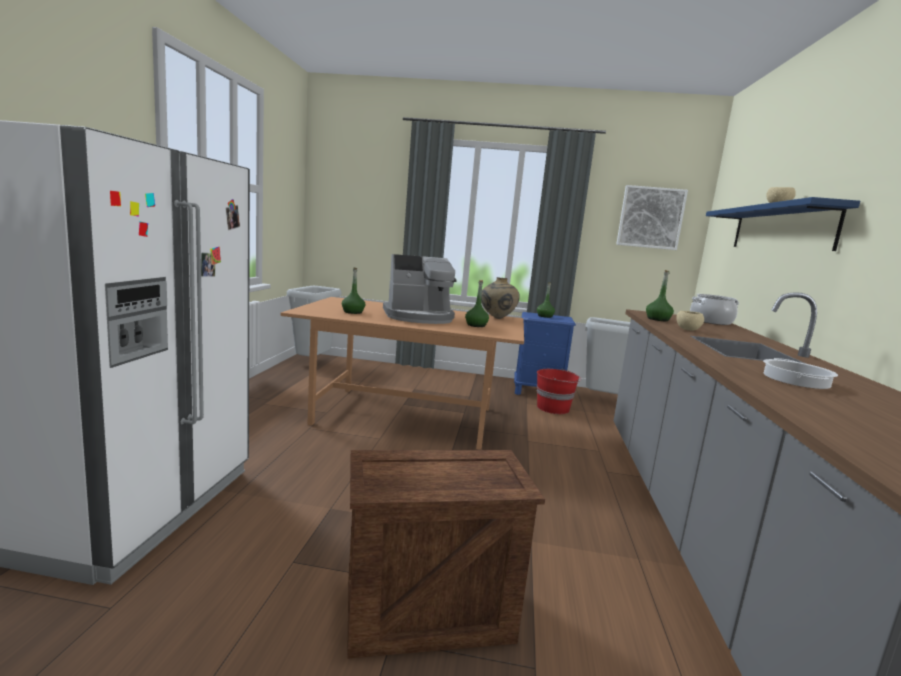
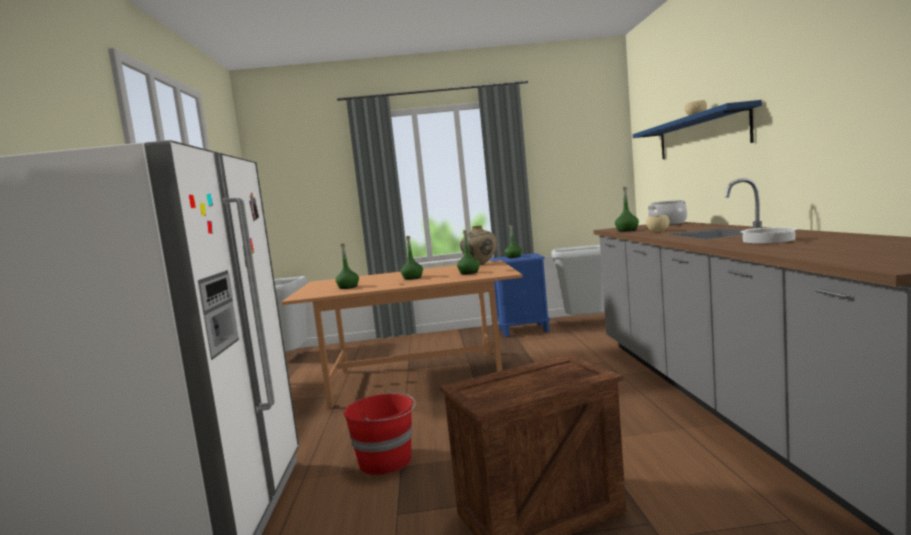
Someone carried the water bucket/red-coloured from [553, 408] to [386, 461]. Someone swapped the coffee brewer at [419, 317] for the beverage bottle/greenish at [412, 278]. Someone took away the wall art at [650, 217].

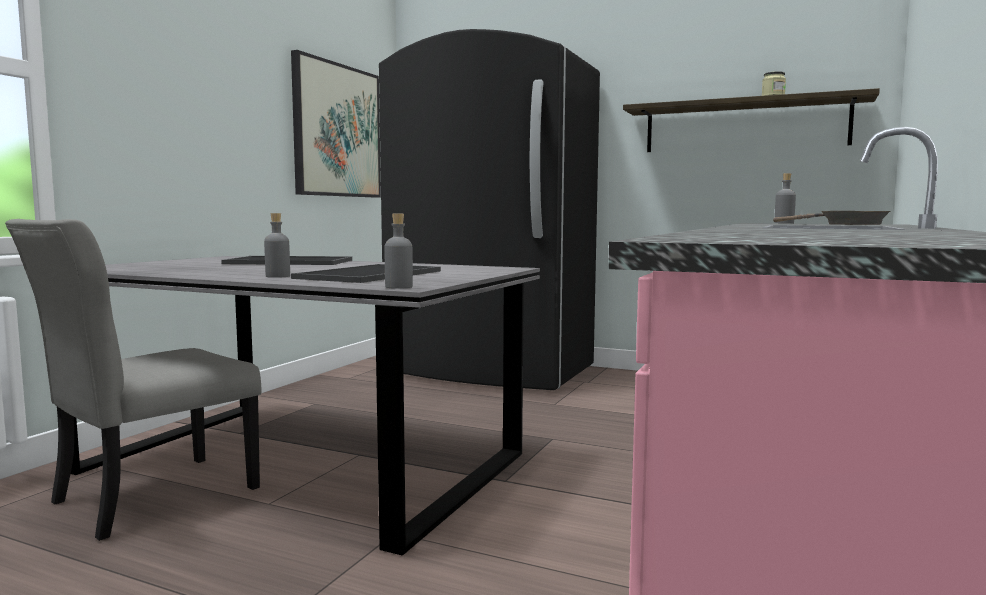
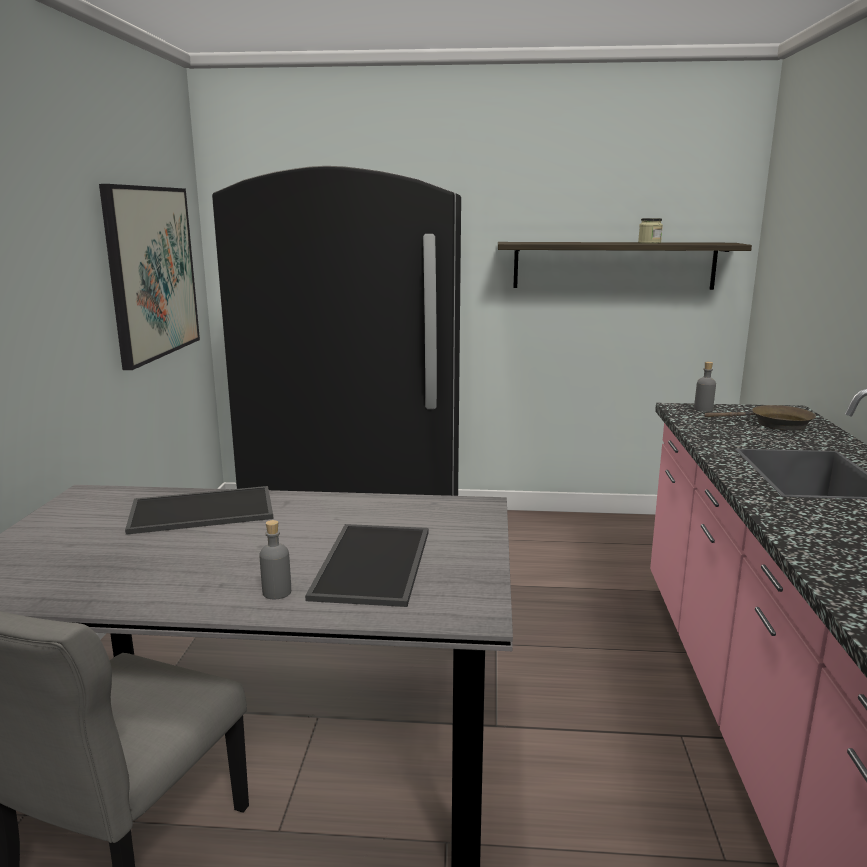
Someone took away the beverage bottle/gray at [399, 287].

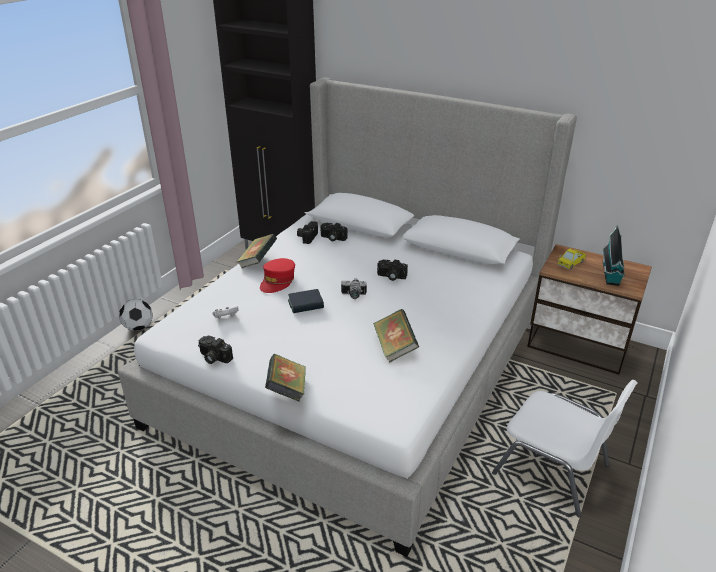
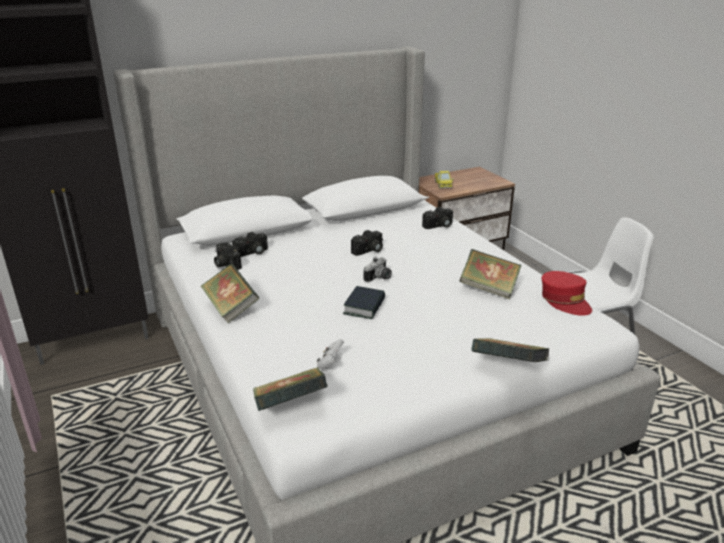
Someone put down the bound book at [290, 406]. Someone carried the photo camera from [213, 357] to [439, 226]. Someone carried the peaked cap/red-coloured from [277, 281] to [565, 301]. Someone took away the football ball at [138, 327]. Someone took away the miniature house at [610, 274].

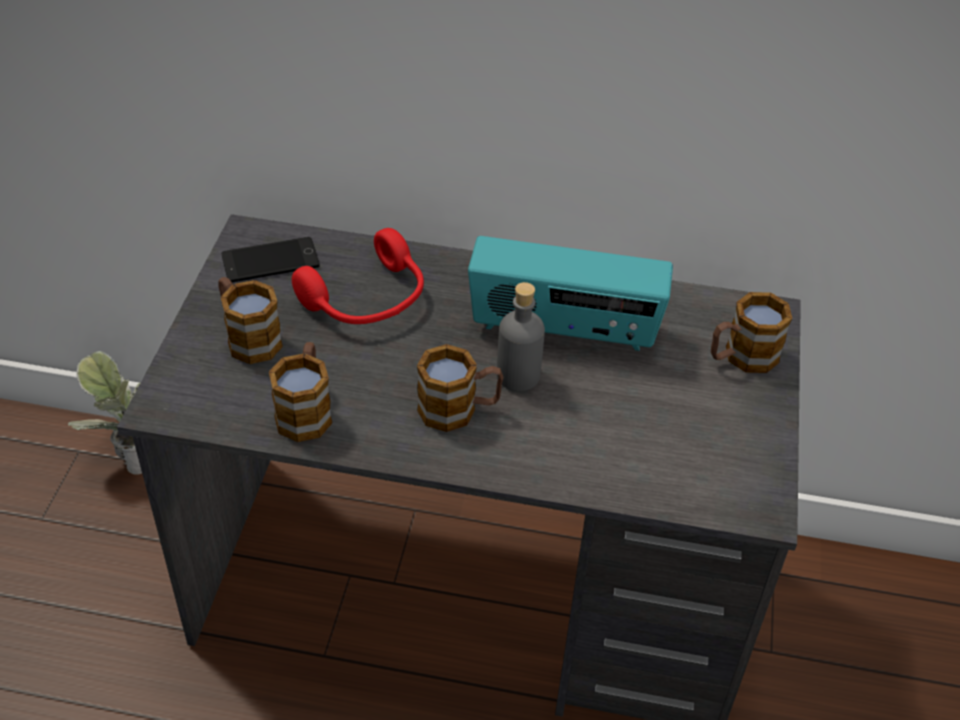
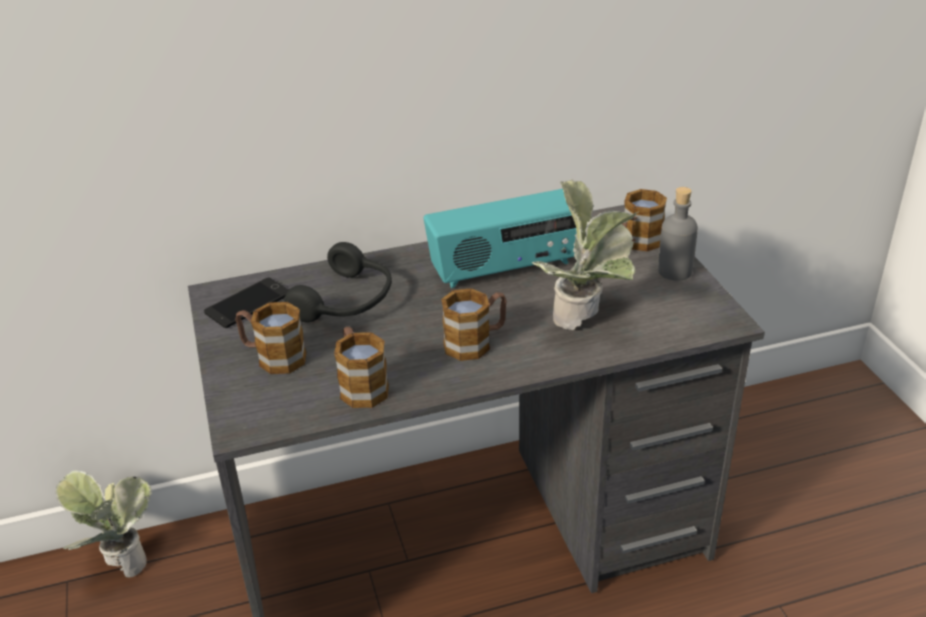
Someone repainted the pair of headphones/red-coloured at [368, 300], which became the pair of headphones/black at [348, 301]. Someone put down the potted plant at [585, 323]. Someone carried the beverage bottle/gray from [518, 375] to [674, 271].

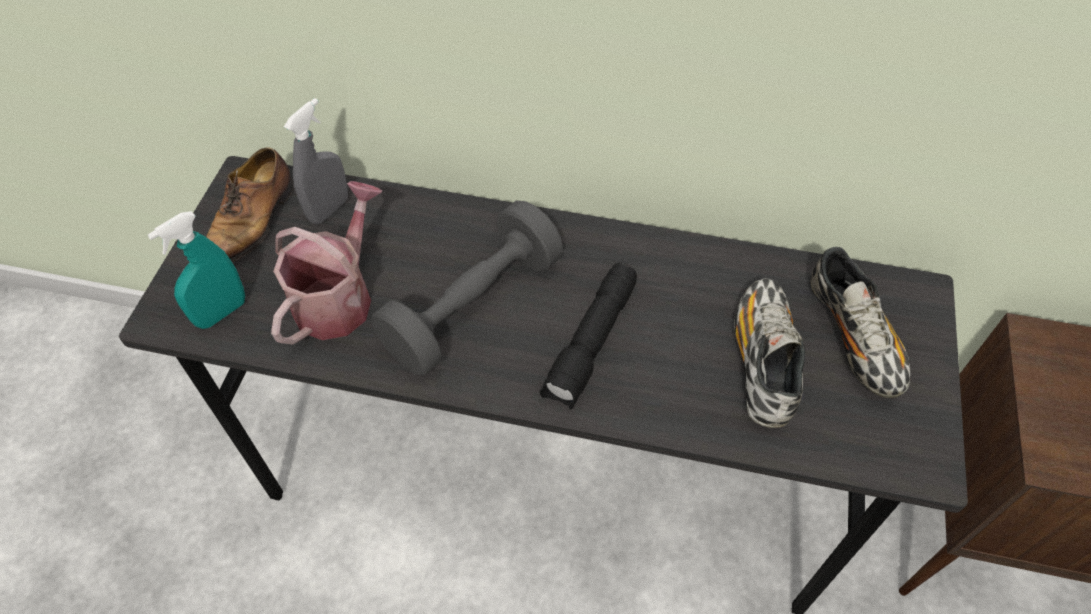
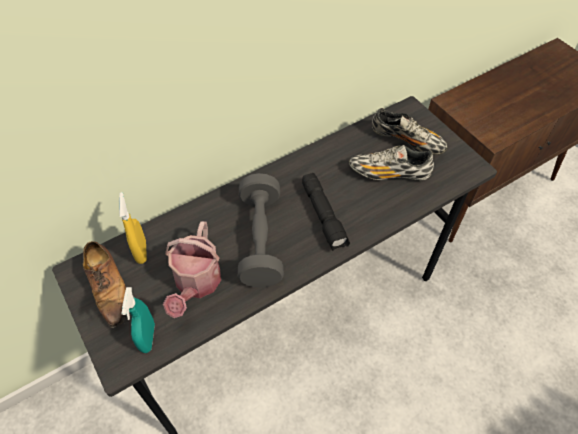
Someone repainted the hand sprayer/gray at [329, 209], which became the hand sprayer/yellow-coloured at [141, 251]. Someone rotated the sprinkling can at [338, 297] by 150 degrees counterclockwise. Someone rotated the shoe at [763, 361] by 45 degrees counterclockwise.

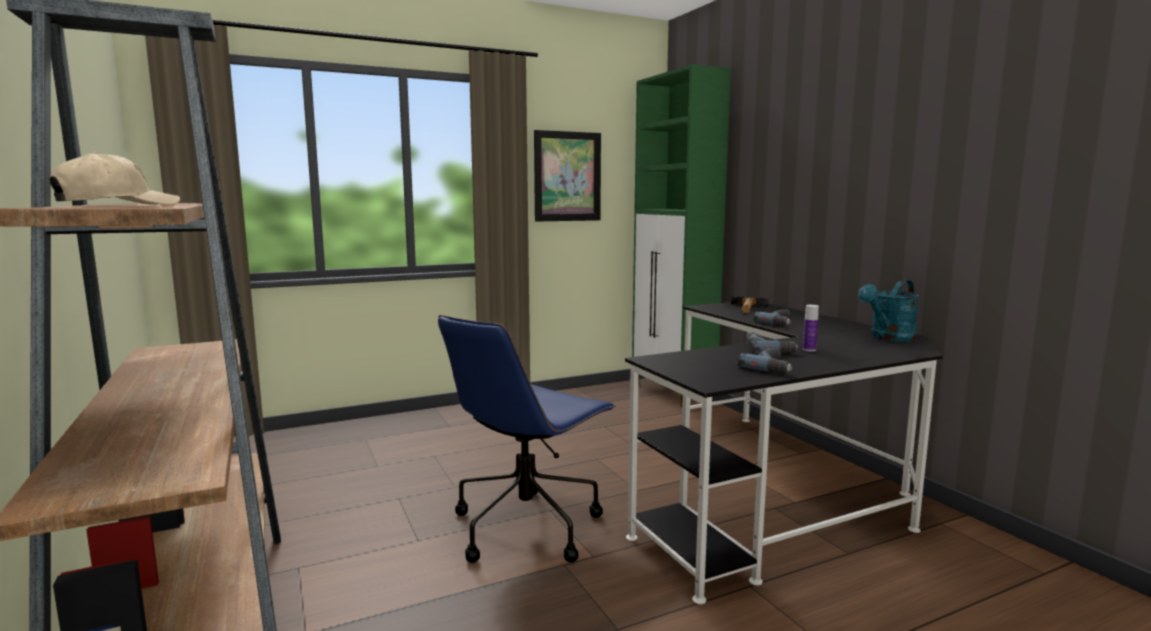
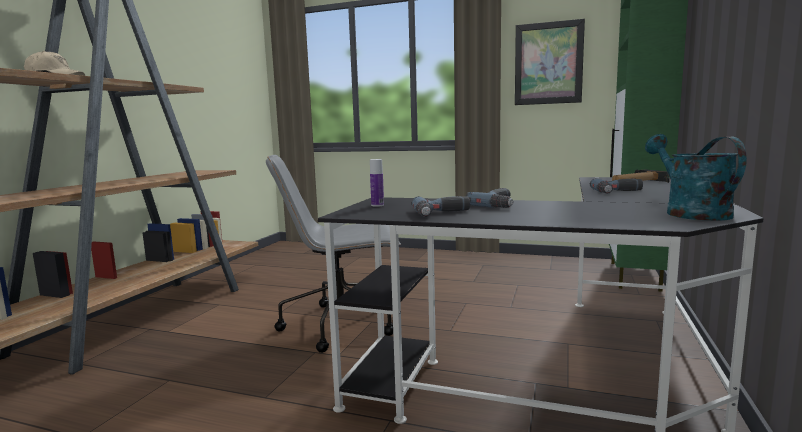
Someone repainted the office chair/blue at [527, 525], which became the office chair/gray at [341, 324]. Someone carried the beverage bottle from [809, 350] to [377, 205]. Someone rotated the sprinkling can/turquoise at [888, 338] by 75 degrees clockwise.

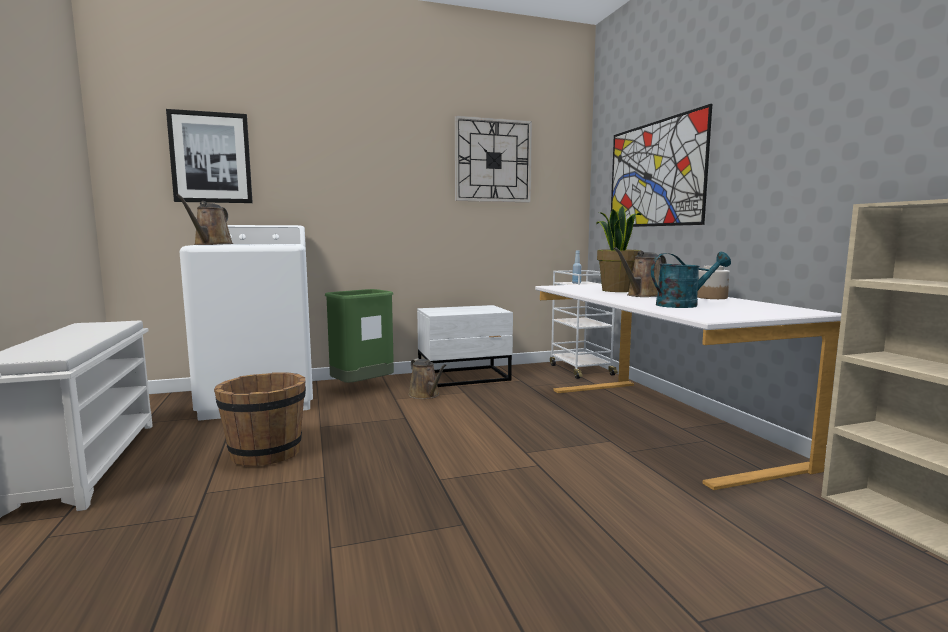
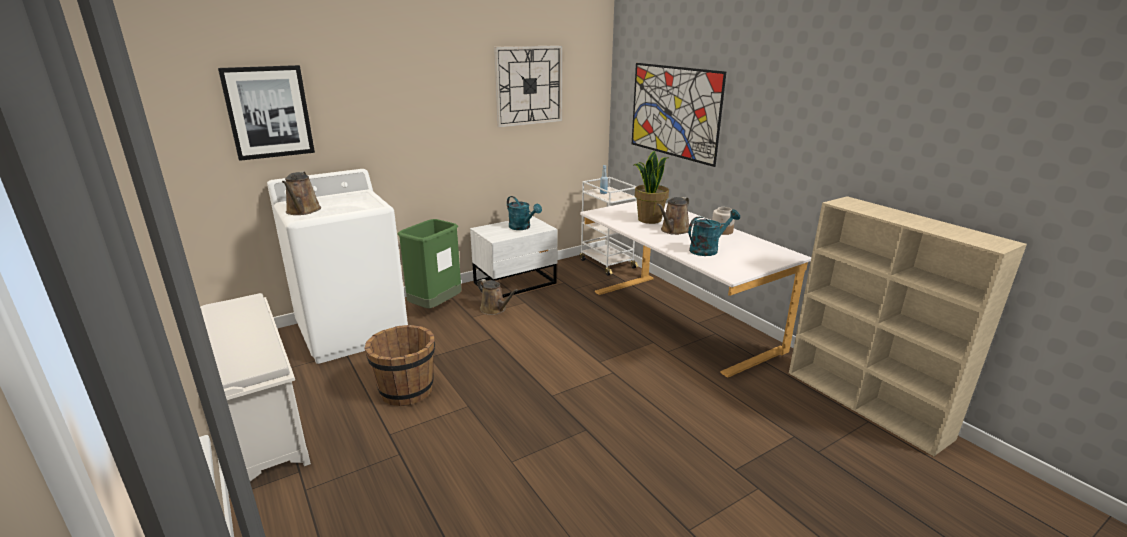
Someone put down the sprinkling can/turquoise at [522, 227].

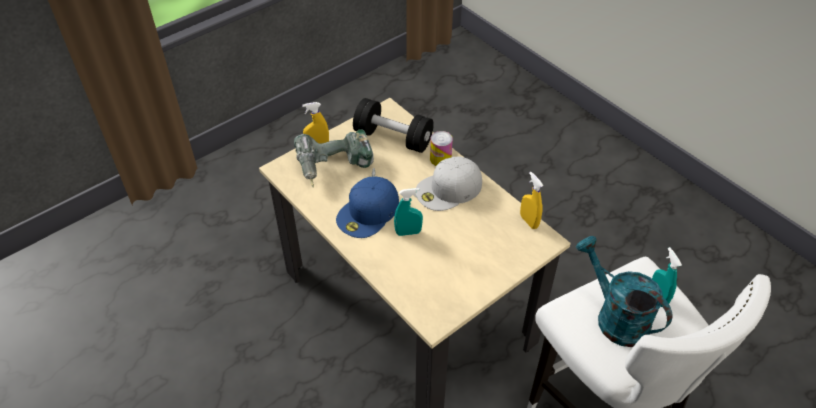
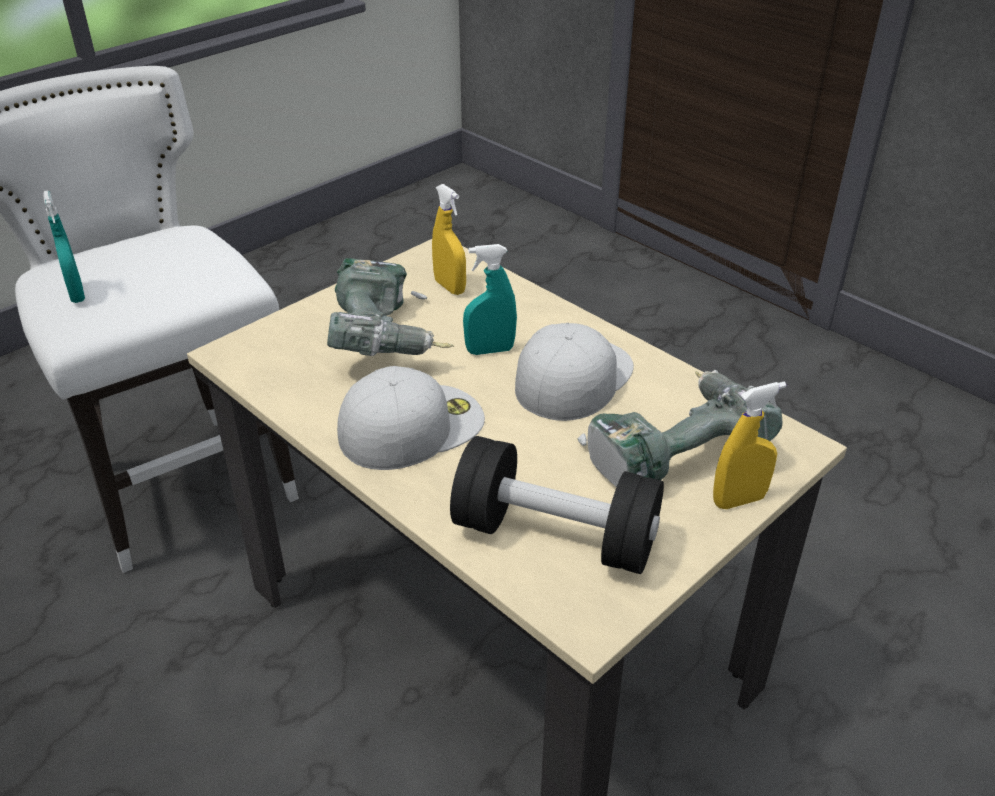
Someone put down the electric drill at [387, 339]. Someone carried the hand sprayer/yellow-coloured from [529, 221] to [450, 287]. Someone repainted the peaked cap/blue at [368, 212], which became the peaked cap/white at [573, 376]. Someone took away the sealed can at [440, 159]. Someone took away the sprinkling can/turquoise at [615, 316].

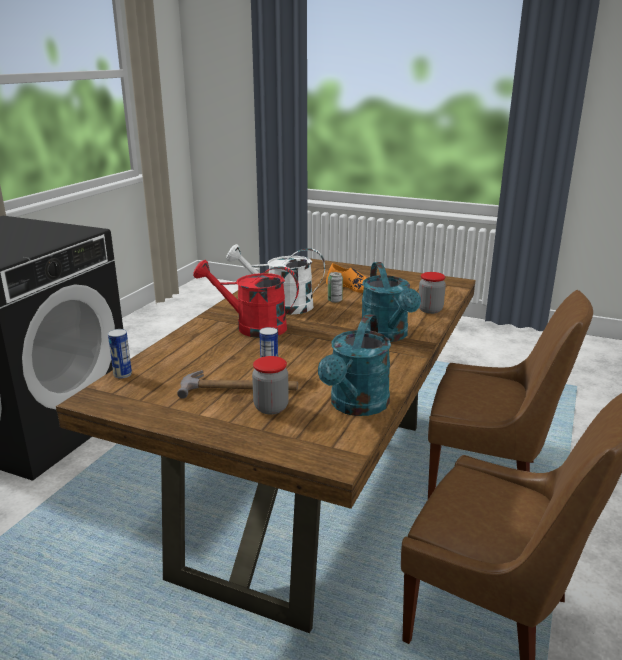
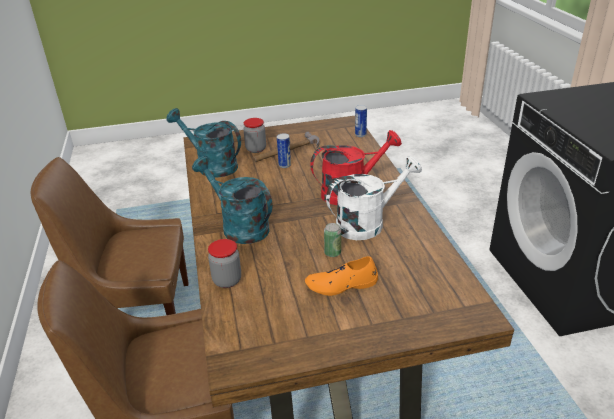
Someone rotated the sprinkling can/turquoise at [356, 406] by 45 degrees counterclockwise.

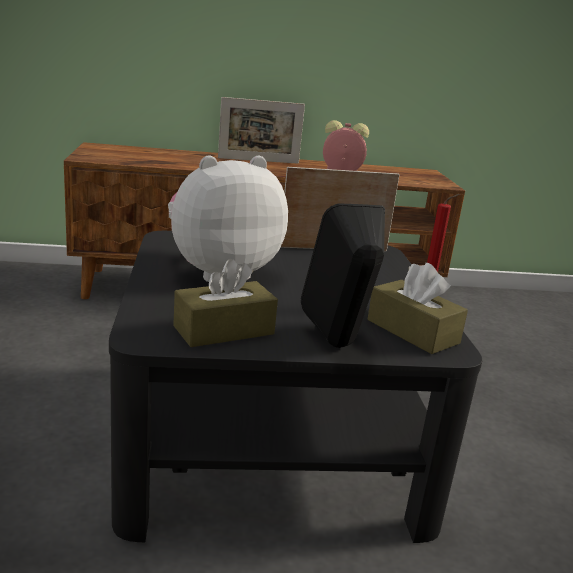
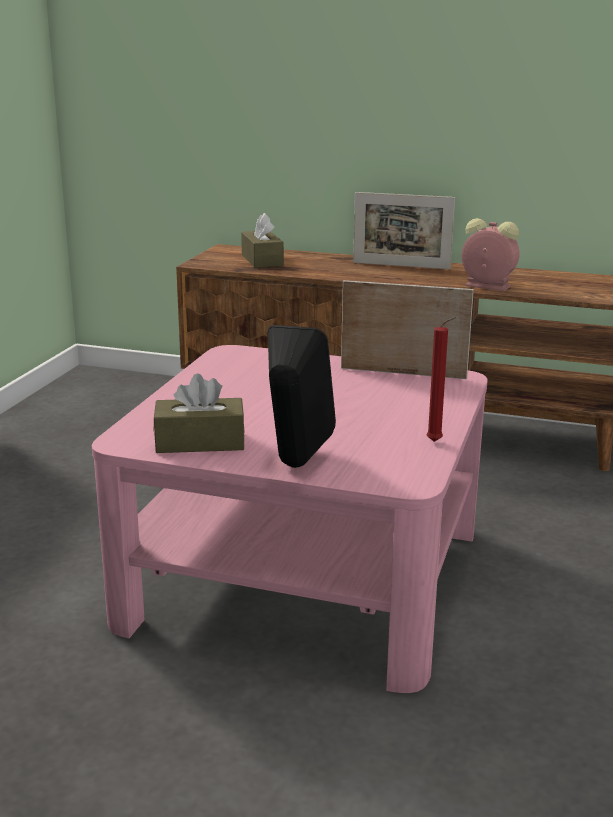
Someone repainted the coffee table/black at [268, 440], which became the coffee table/pink at [302, 576]. Someone carried the tissue holder/brown from [412, 331] to [262, 260]. Someone took away the cuddly toy at [220, 272].

